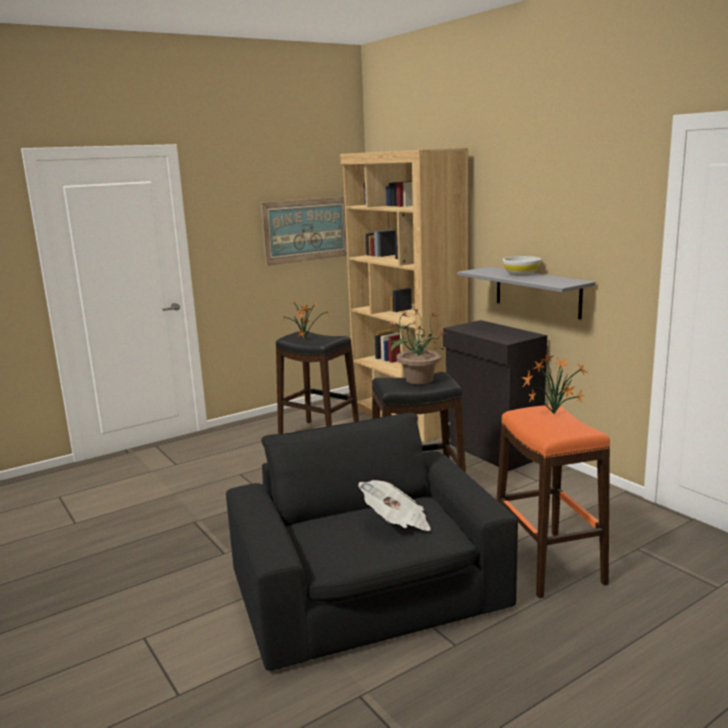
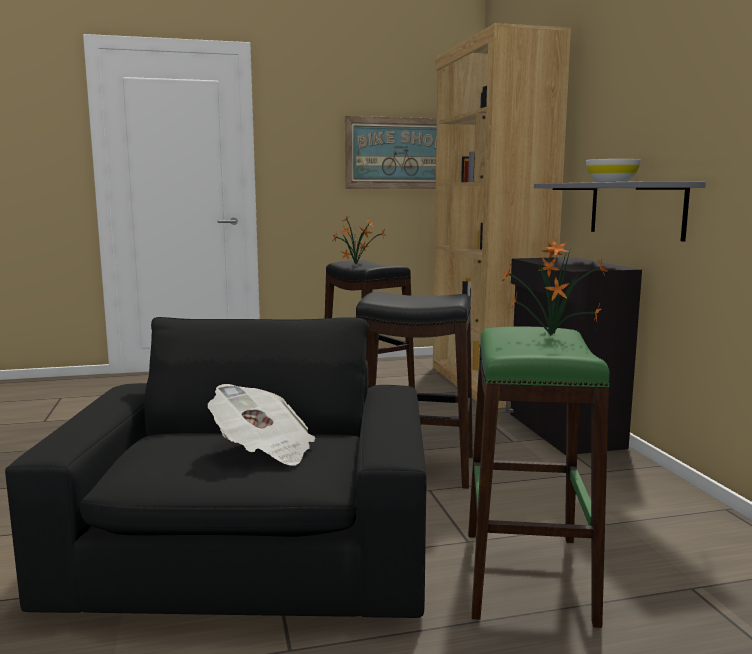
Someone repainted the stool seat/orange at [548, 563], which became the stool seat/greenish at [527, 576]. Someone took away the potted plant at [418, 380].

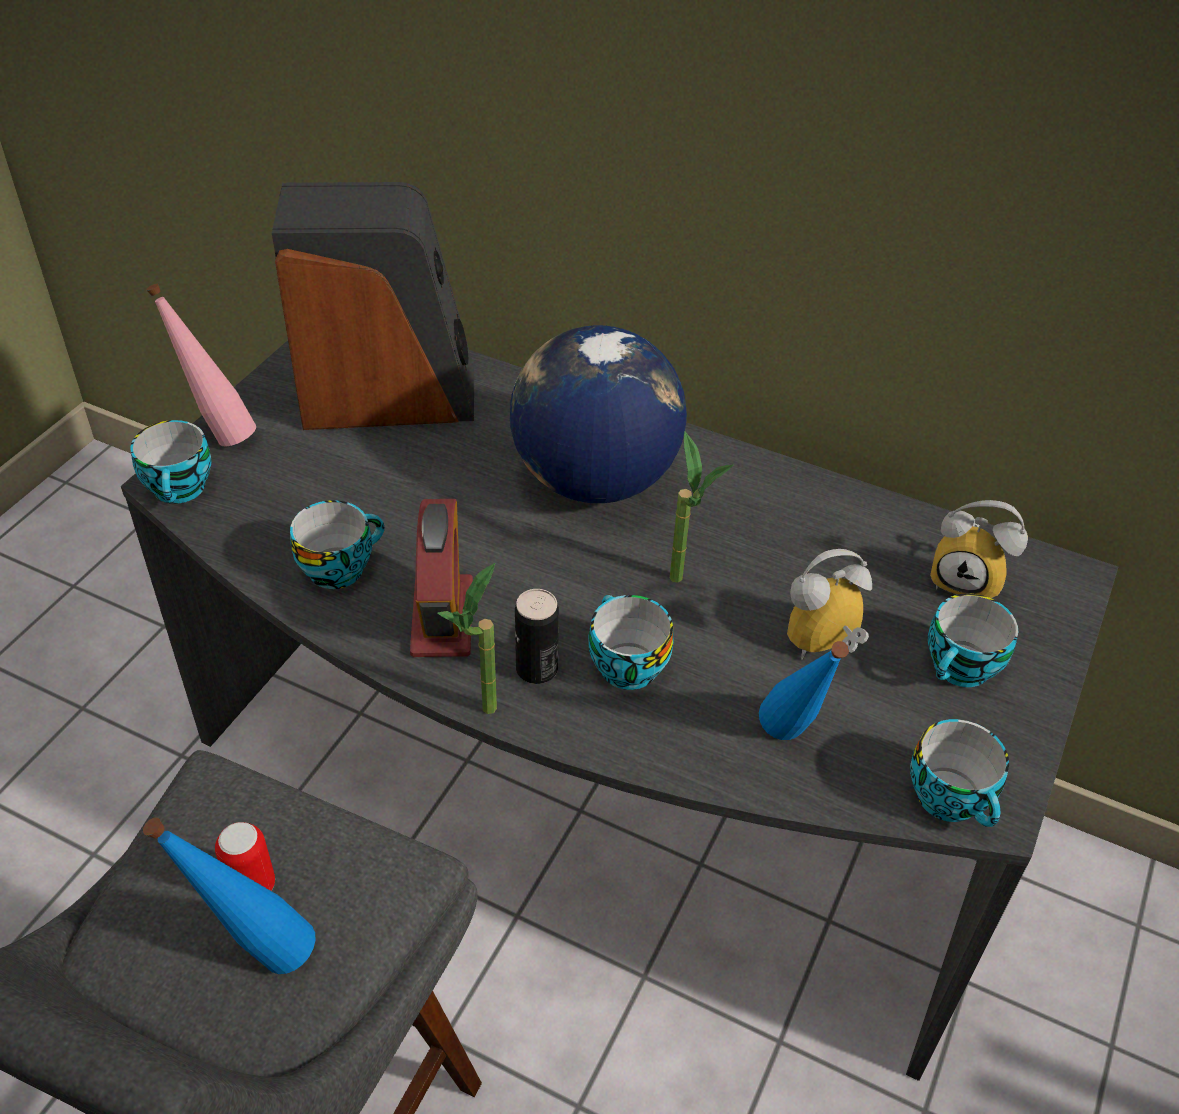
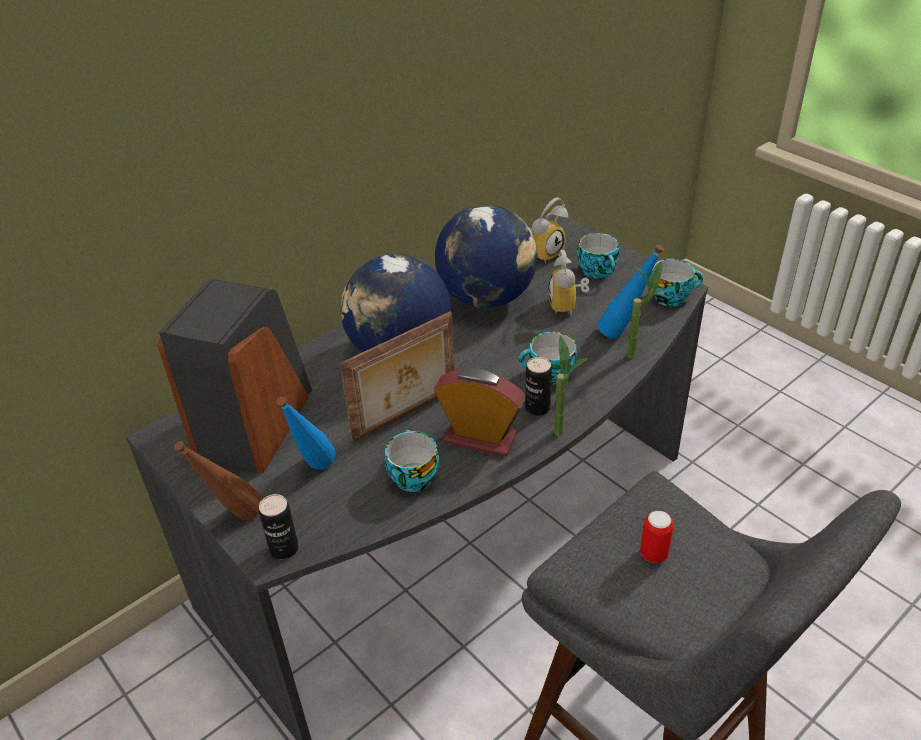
Someone repainted the beverage bottle/pink at [218, 433], which became the beverage bottle/brown at [234, 520]. Someone swapped the drinking cup at [181, 489] for the sealed can at [284, 549]. Someone carried the beverage bottle/blue from [255, 953] to [314, 472]. Someone put down the picture frame at [406, 415]. Someone put down the desk globe at [487, 298]. Someone carried the potted plant from [686, 585] to [638, 353].

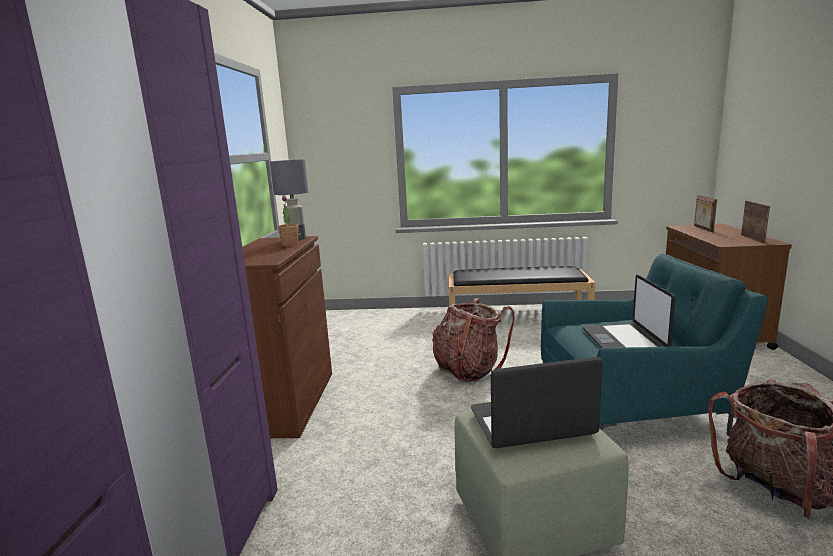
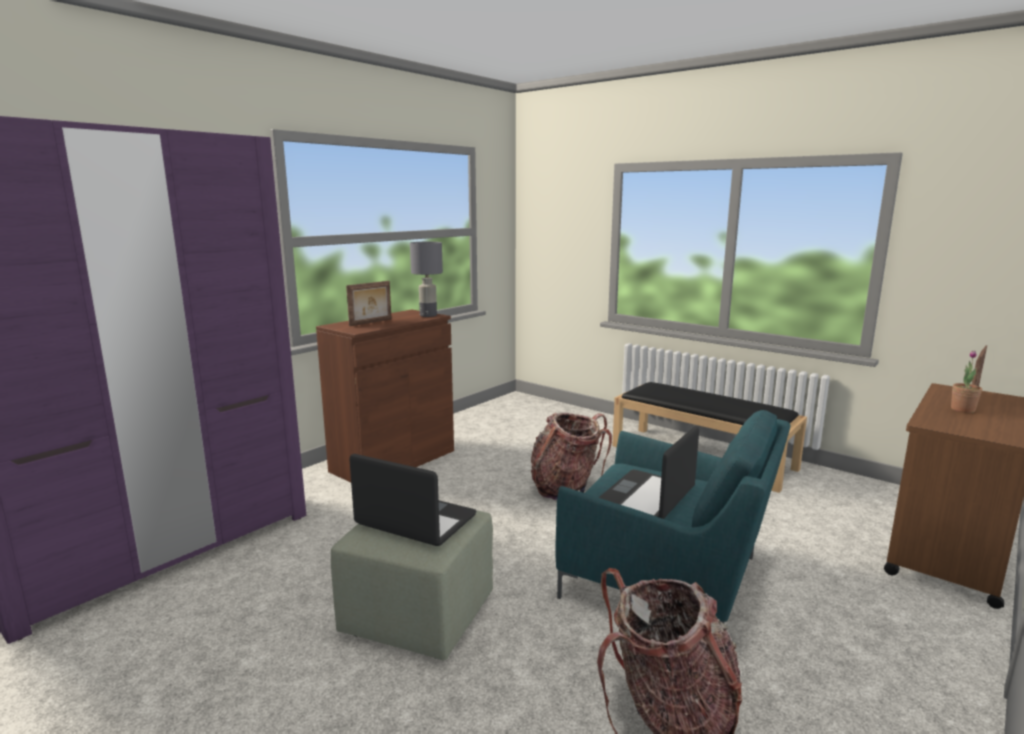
Someone carried the picture frame from [753, 239] to [371, 322]. Someone carried the potted plant from [290, 245] to [962, 409].

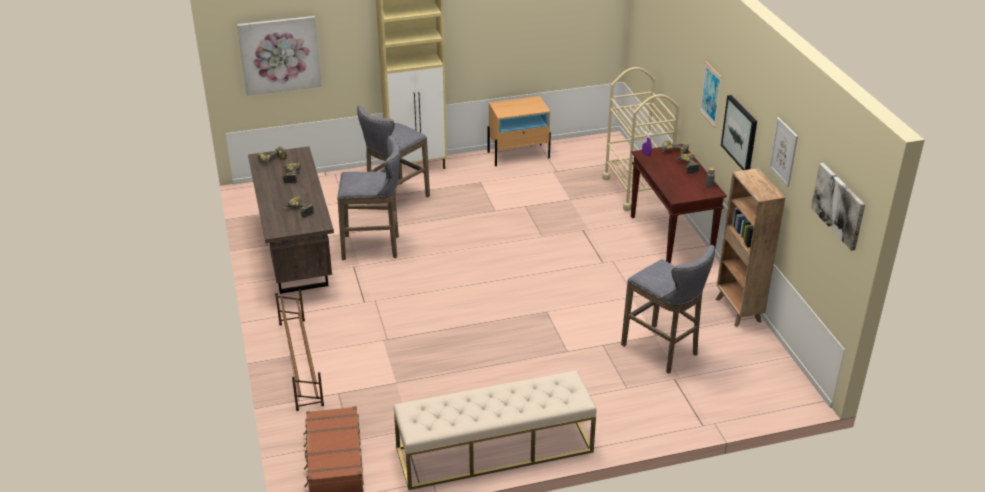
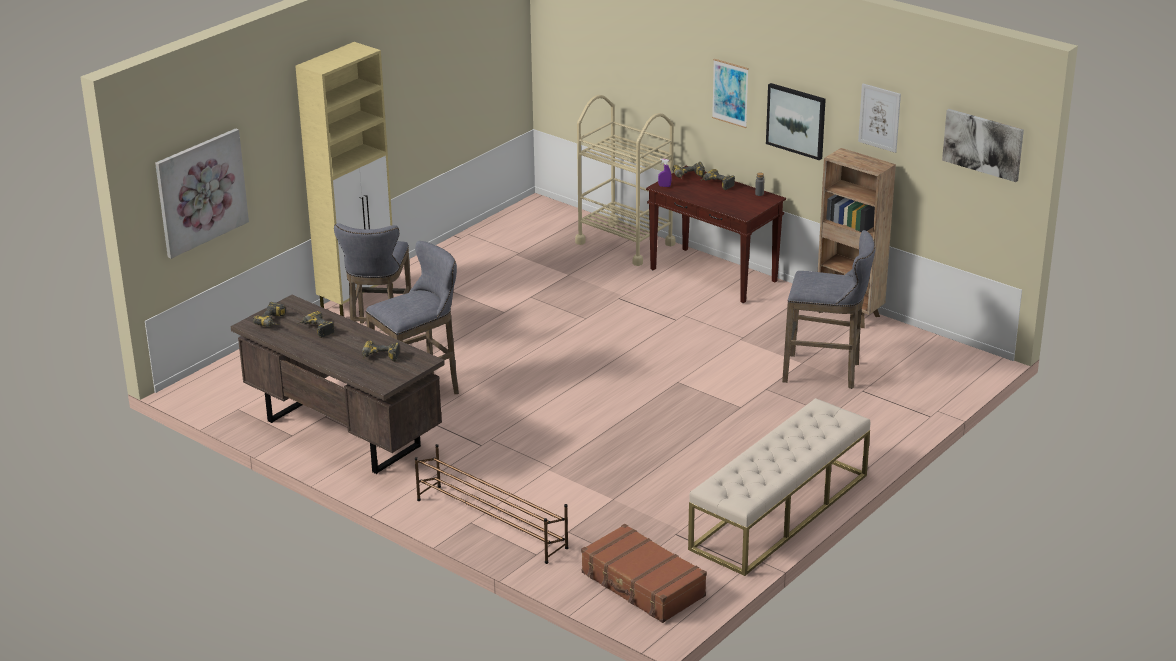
Someone took away the bedside table/beige at [519, 155].

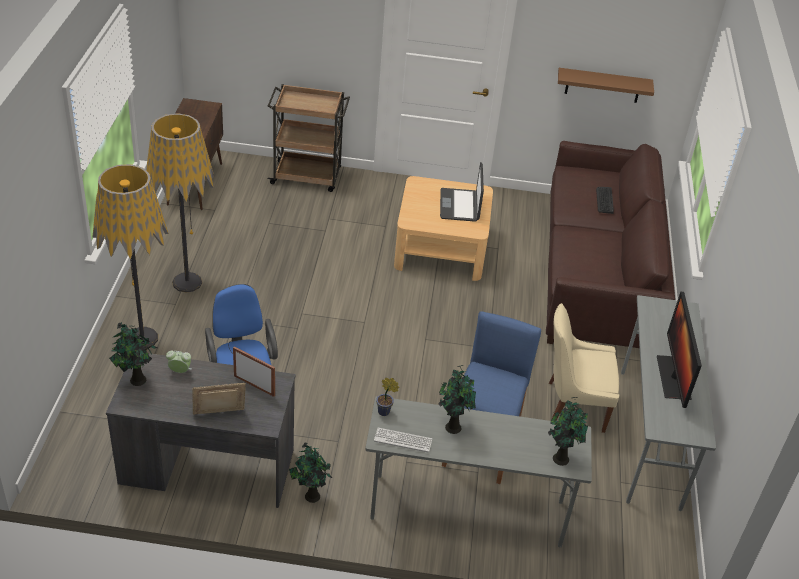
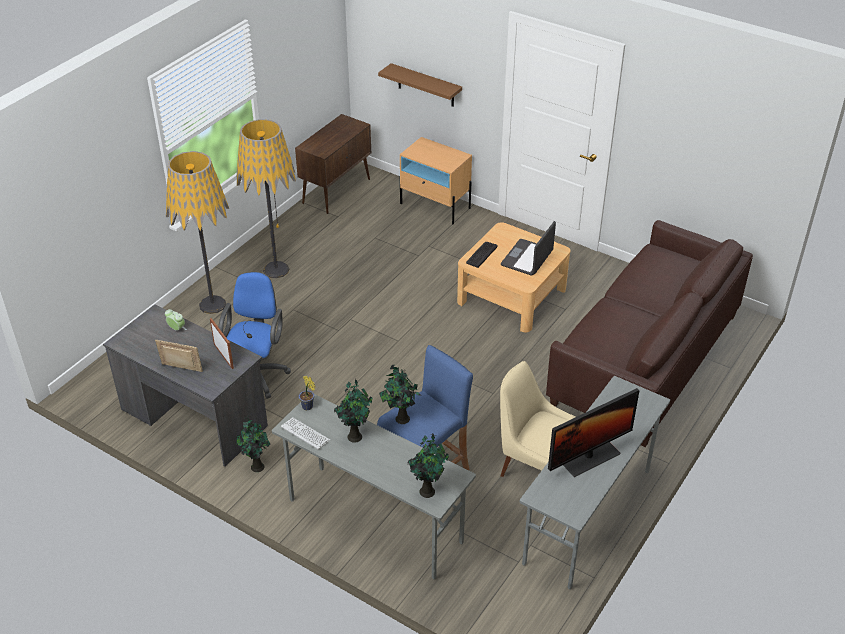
Someone carried the wall shelf/brown from [603, 85] to [426, 86]. Someone carried the potted plant from [136, 380] to [401, 418]. Someone swapped the trolley/brown at [307, 176] for the bedside table/beige at [435, 206]. Someone carried the computer keyboard from [604, 200] to [481, 254]. Someone rotated the monitor at [673, 377] by 150 degrees counterclockwise.

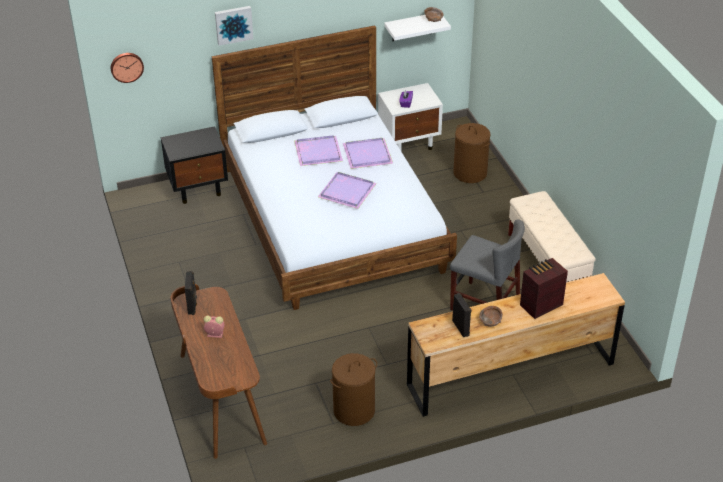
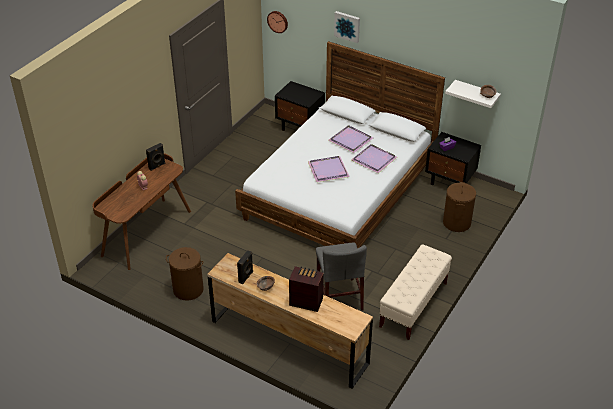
Someone repainted the bedside table/white at [409, 143], which became the bedside table/black at [450, 181].

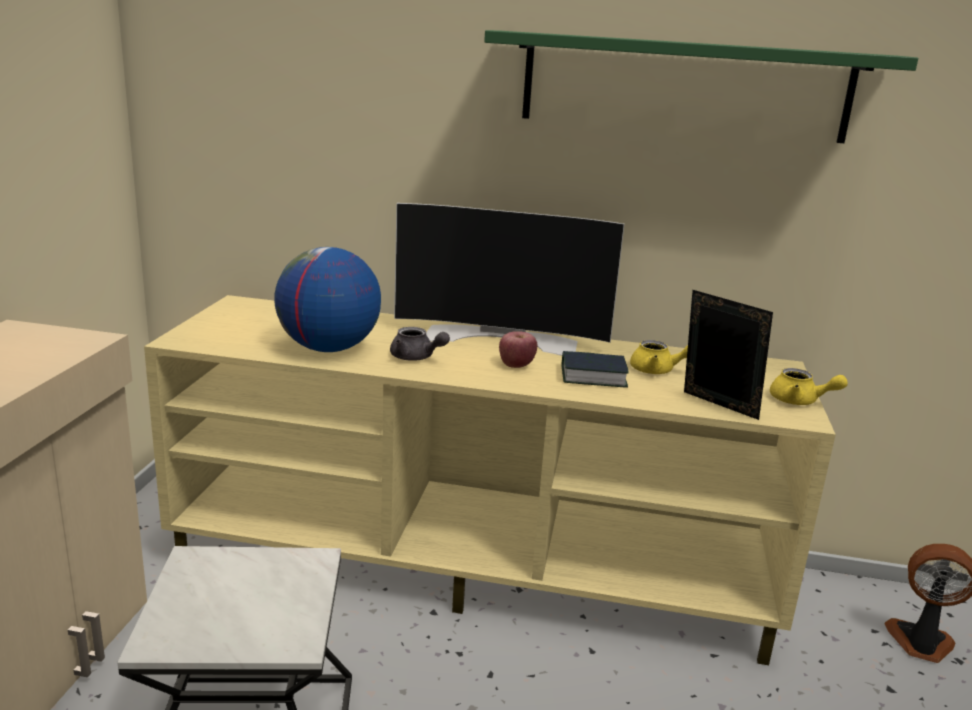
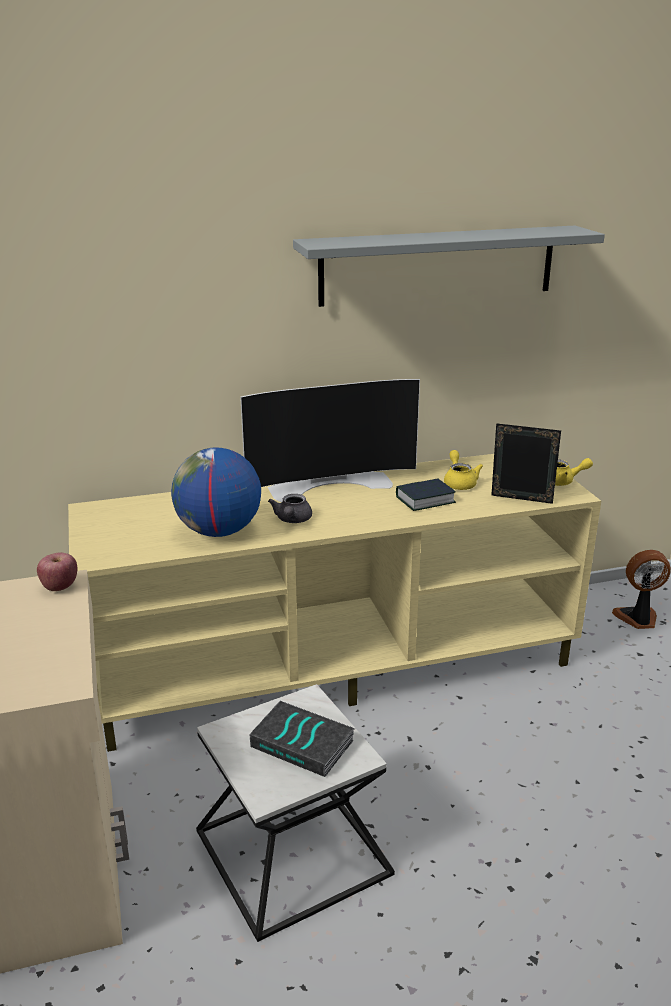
Someone carried the apple from [516, 365] to [60, 587]. Someone put down the bound book at [304, 743]. Someone rotated the teapot/gray at [416, 358] by 90 degrees clockwise. Someone repainted the wall shelf/greenish at [684, 87], which became the wall shelf/gray at [438, 265]. Someone rotated the teapot/yellow-coloured at [658, 371] by 90 degrees counterclockwise.

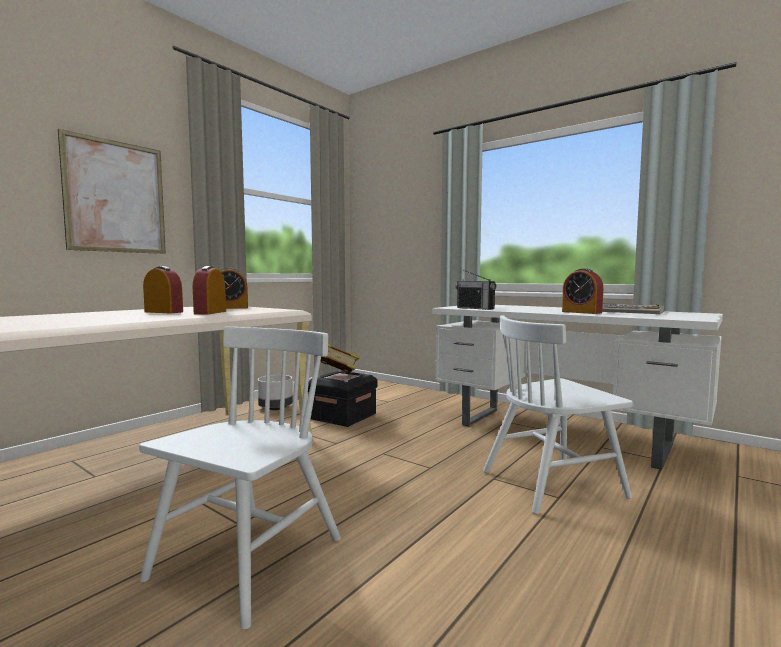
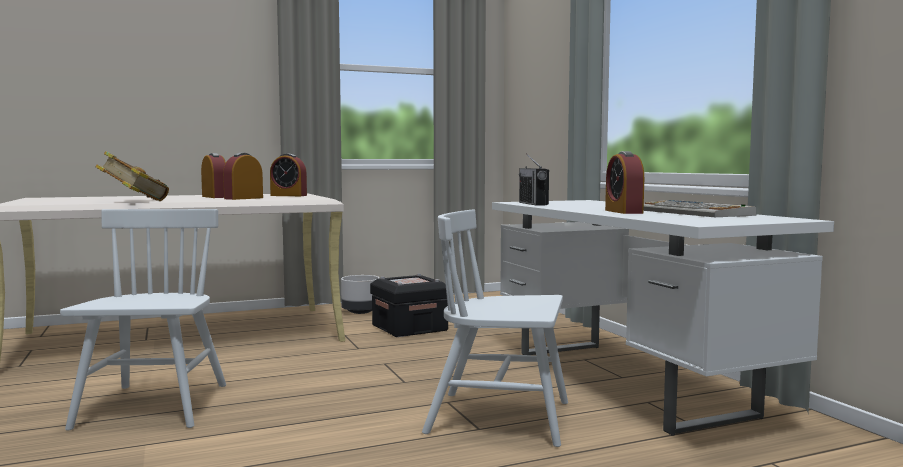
Someone rotated the upright chair/white at [248, 560] by 60 degrees counterclockwise. Someone carried the bound book from [337, 375] to [134, 201]. Someone took away the wall art at [116, 197].

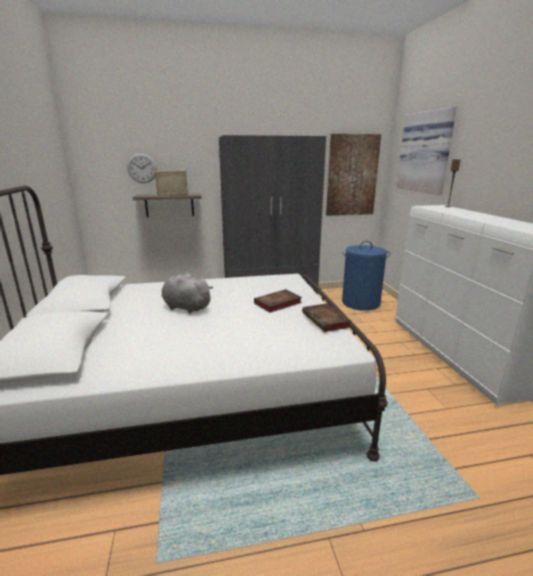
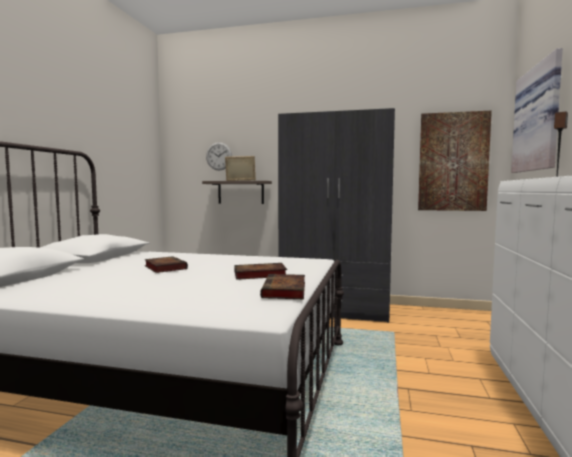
Someone swapped the cuddly toy/gray at [185, 307] for the bound book at [164, 267]. Someone took away the laundry basket/blue at [361, 303].

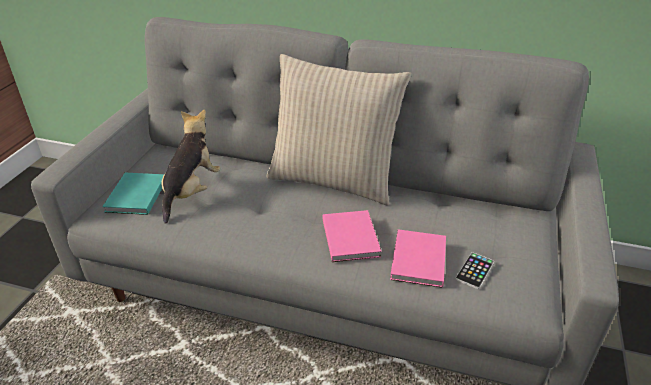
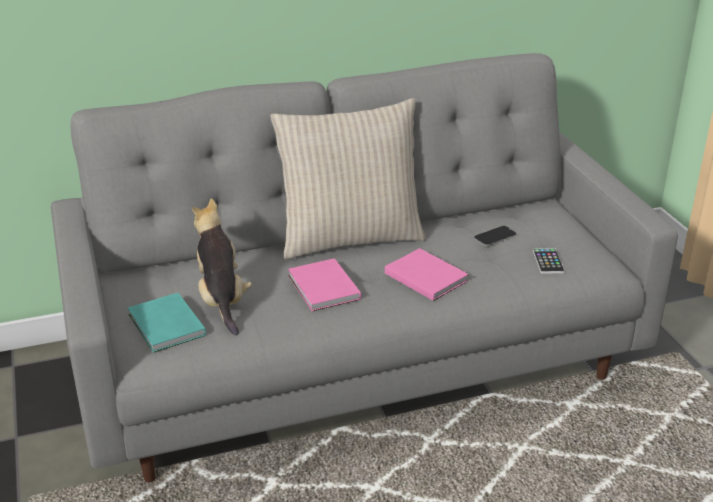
Someone carried the bound book/pink from [417, 261] to [323, 289]. Someone put down the phone at [495, 237].

